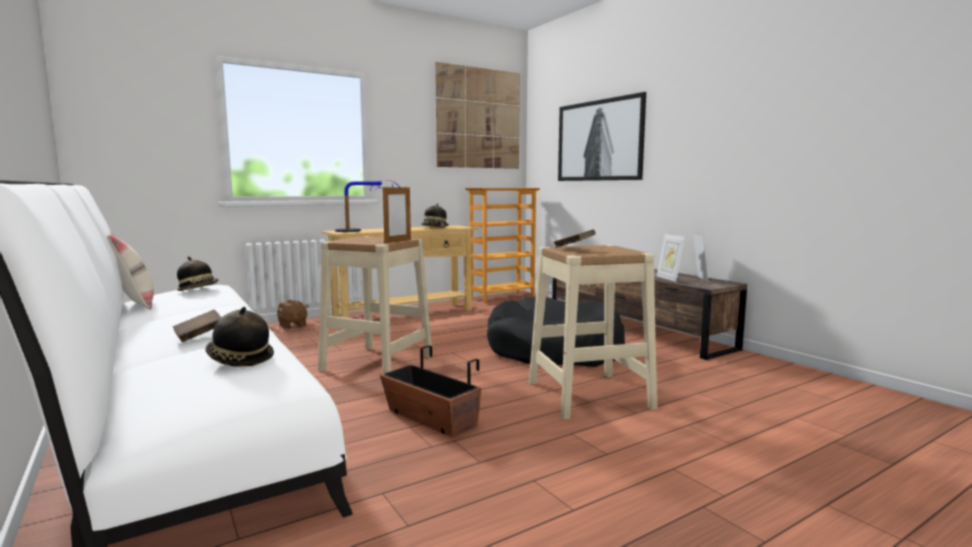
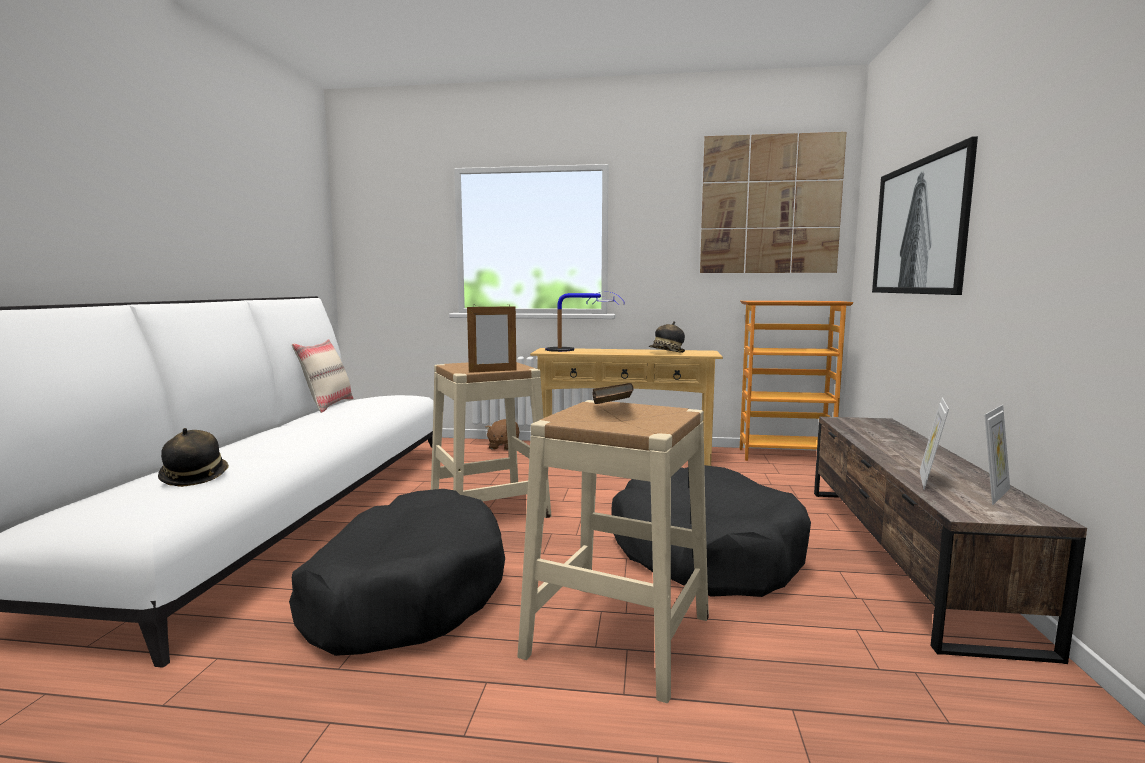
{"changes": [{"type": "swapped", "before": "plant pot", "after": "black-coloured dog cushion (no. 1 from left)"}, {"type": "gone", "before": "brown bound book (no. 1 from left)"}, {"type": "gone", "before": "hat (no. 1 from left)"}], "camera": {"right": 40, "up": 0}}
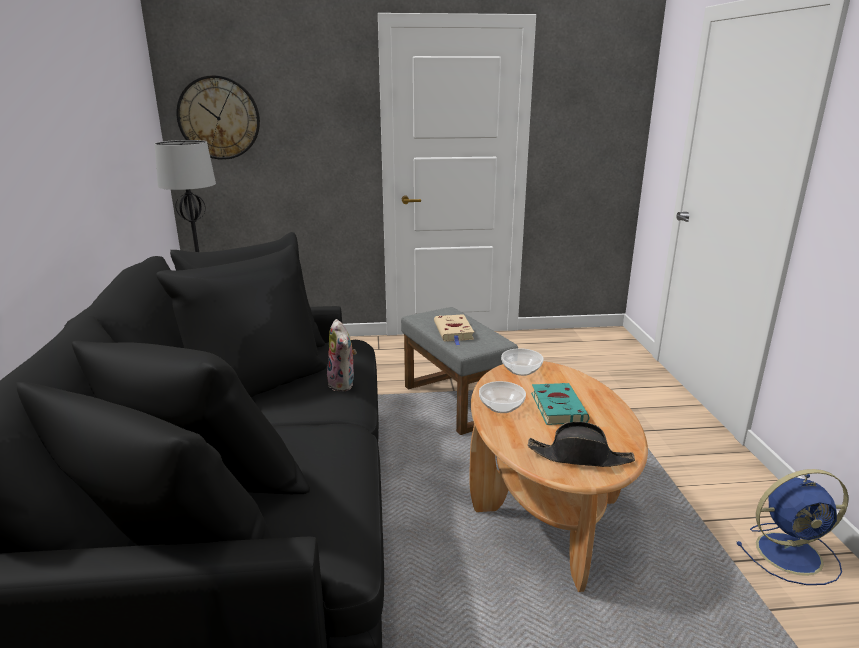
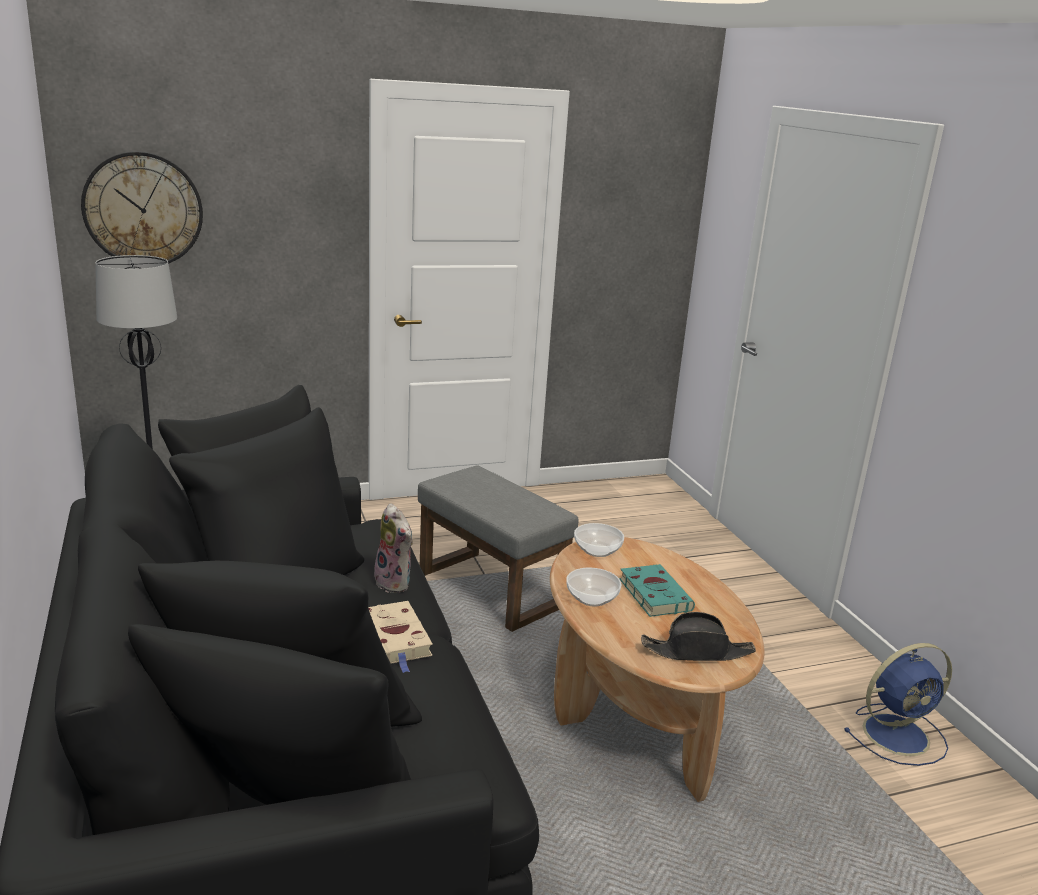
{"changes": [{"type": "shifted", "before": "beige-coloured bound book"}], "camera": {"right": -15, "up": 0}}
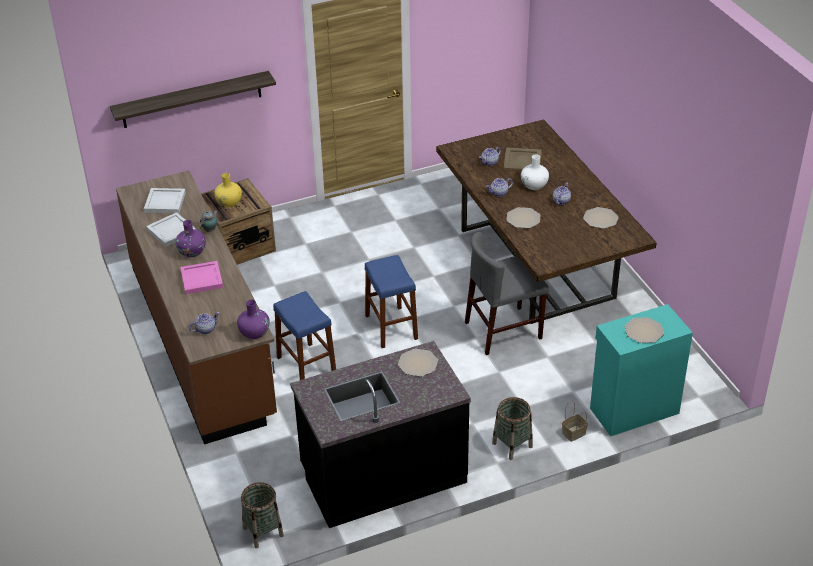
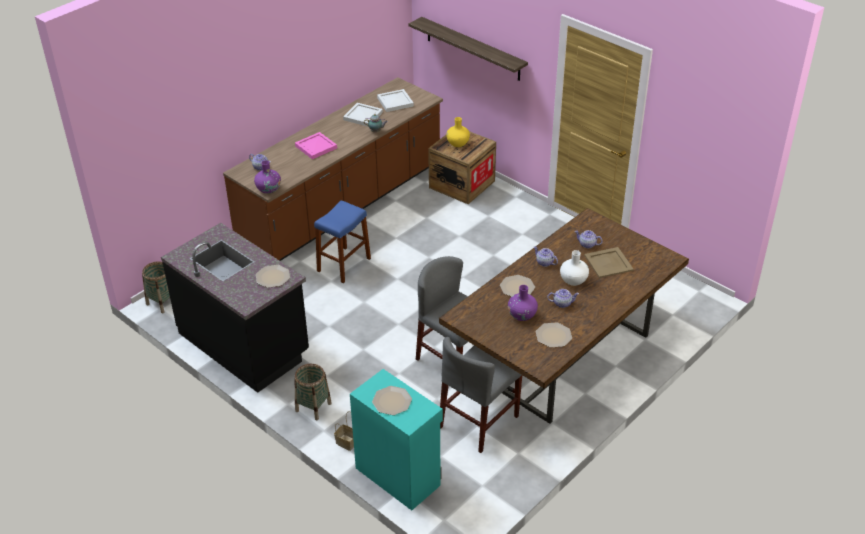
{"changes": [{"type": "new", "after": "greyish upright chair (no. 2 from left)"}, {"type": "shifted", "before": "purple vase (no. 1 from left in the first image)", "after": "purple vase (no. 2 from left)"}, {"type": "gone", "before": "bluish stool seat (no. 2 from left)"}], "camera": {"right": 65, "up": 0}}
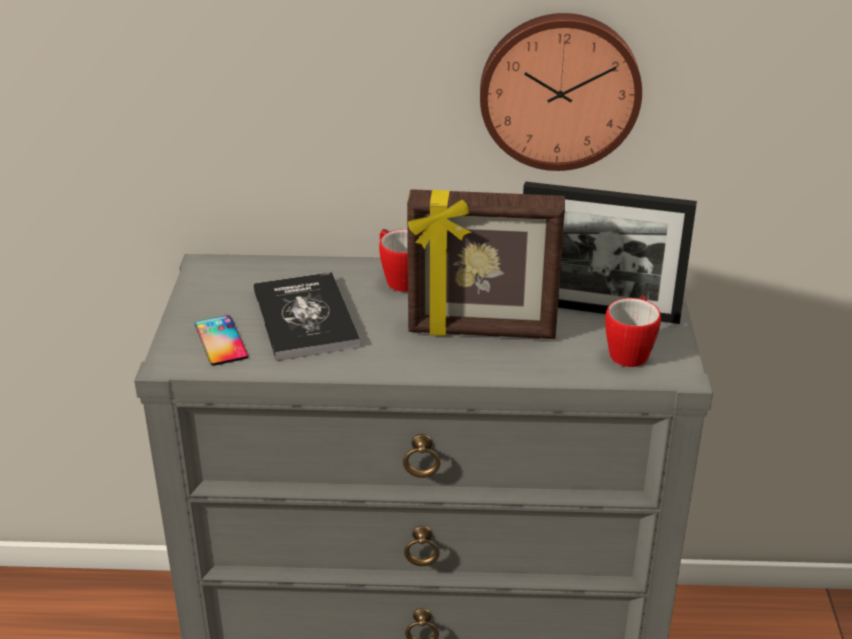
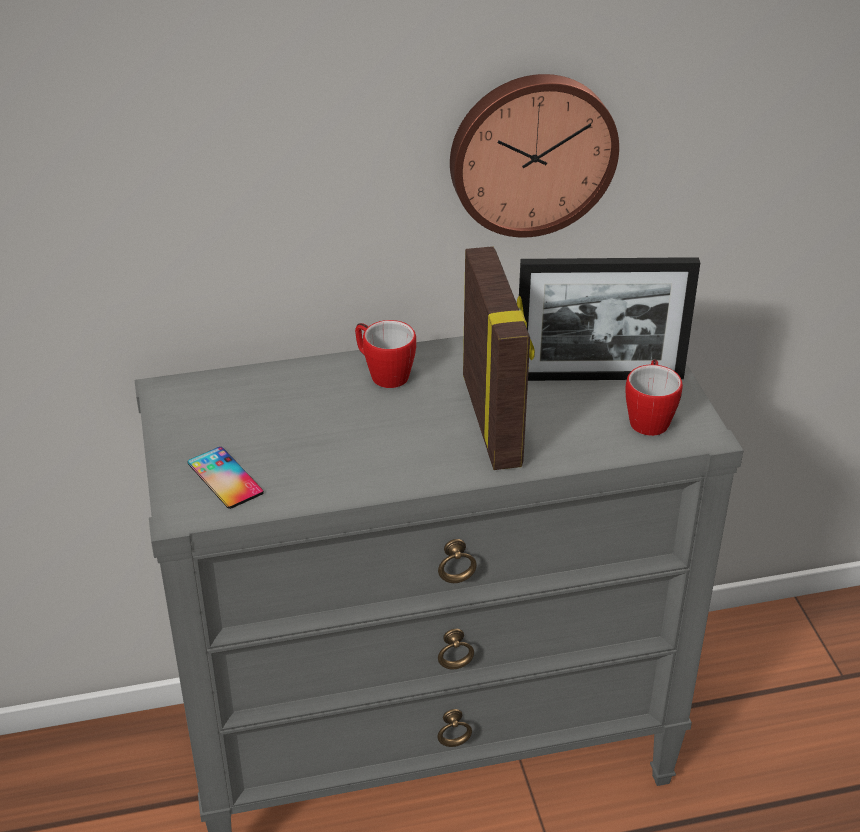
{"changes": [{"type": "rotated", "before": "picture frame (no. 1 from left)", "turn": -90}, {"type": "gone", "before": "bound book"}], "camera": {"right": -15, "up": 5}}
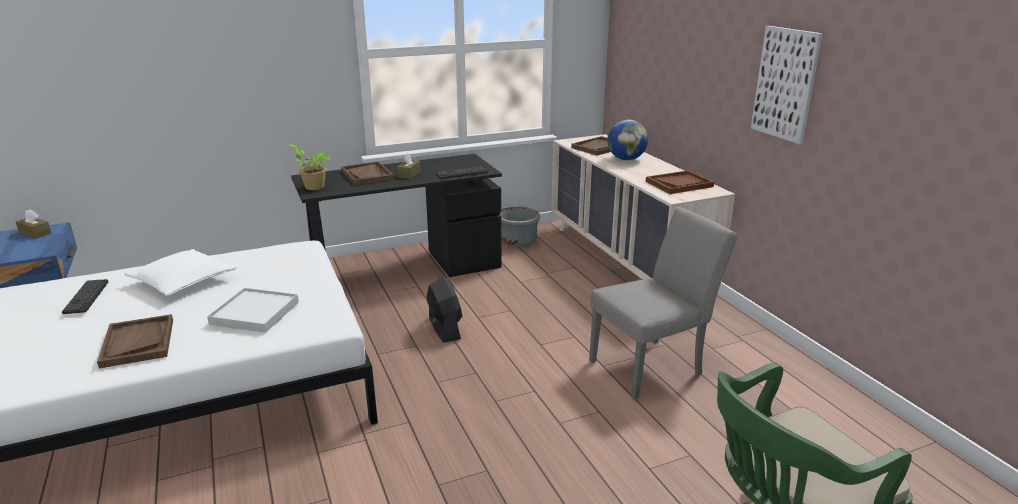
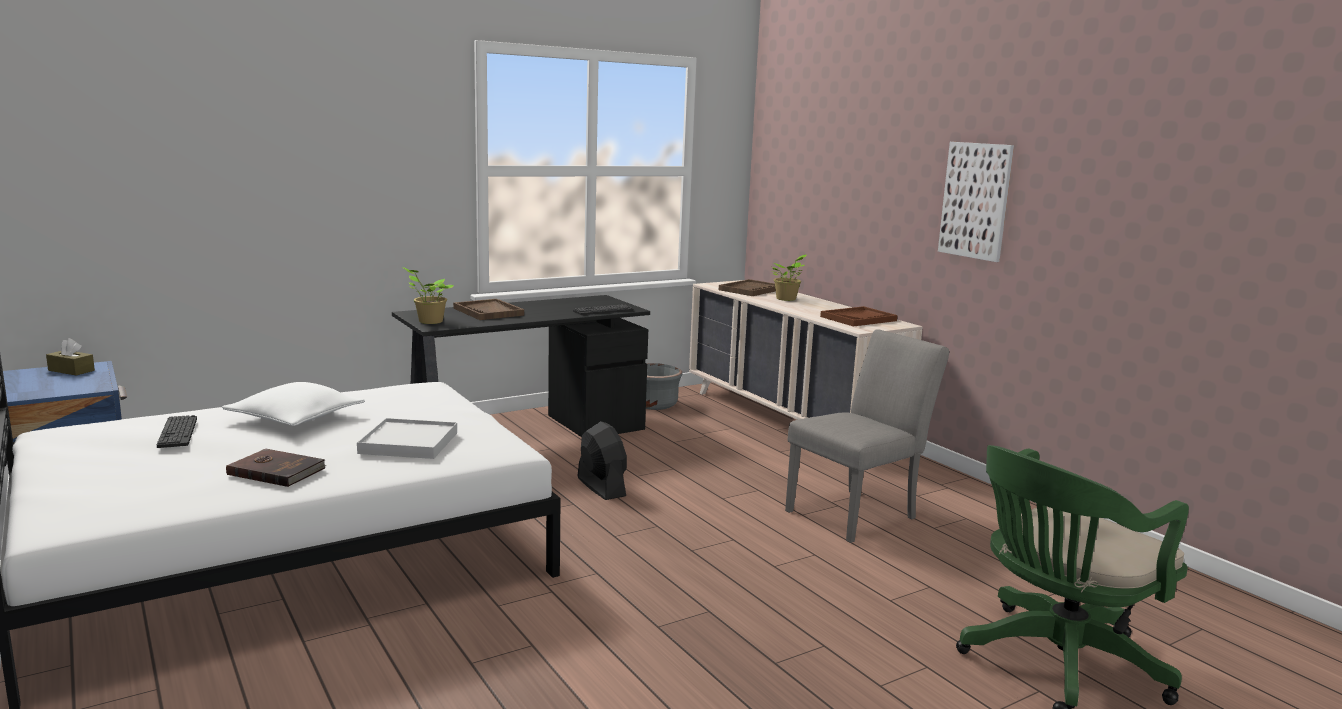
{"changes": [{"type": "swapped", "before": "brown serving tray (no. 1 from left)", "after": "brown bound book"}, {"type": "swapped", "before": "globe", "after": "potted plant (no. 2 from left)"}, {"type": "gone", "before": "brown tissue holder (no. 2 from left)"}], "camera": {"right": -10, "up": -10}}
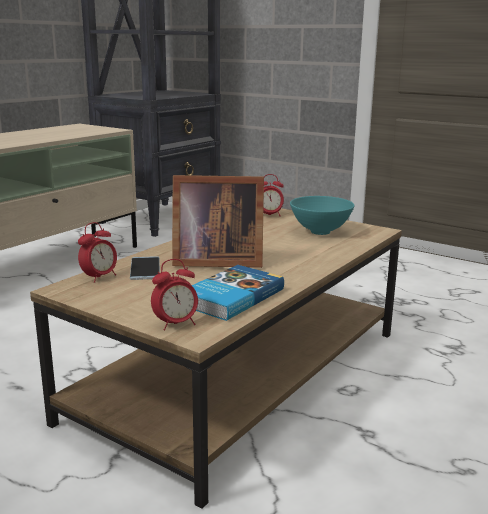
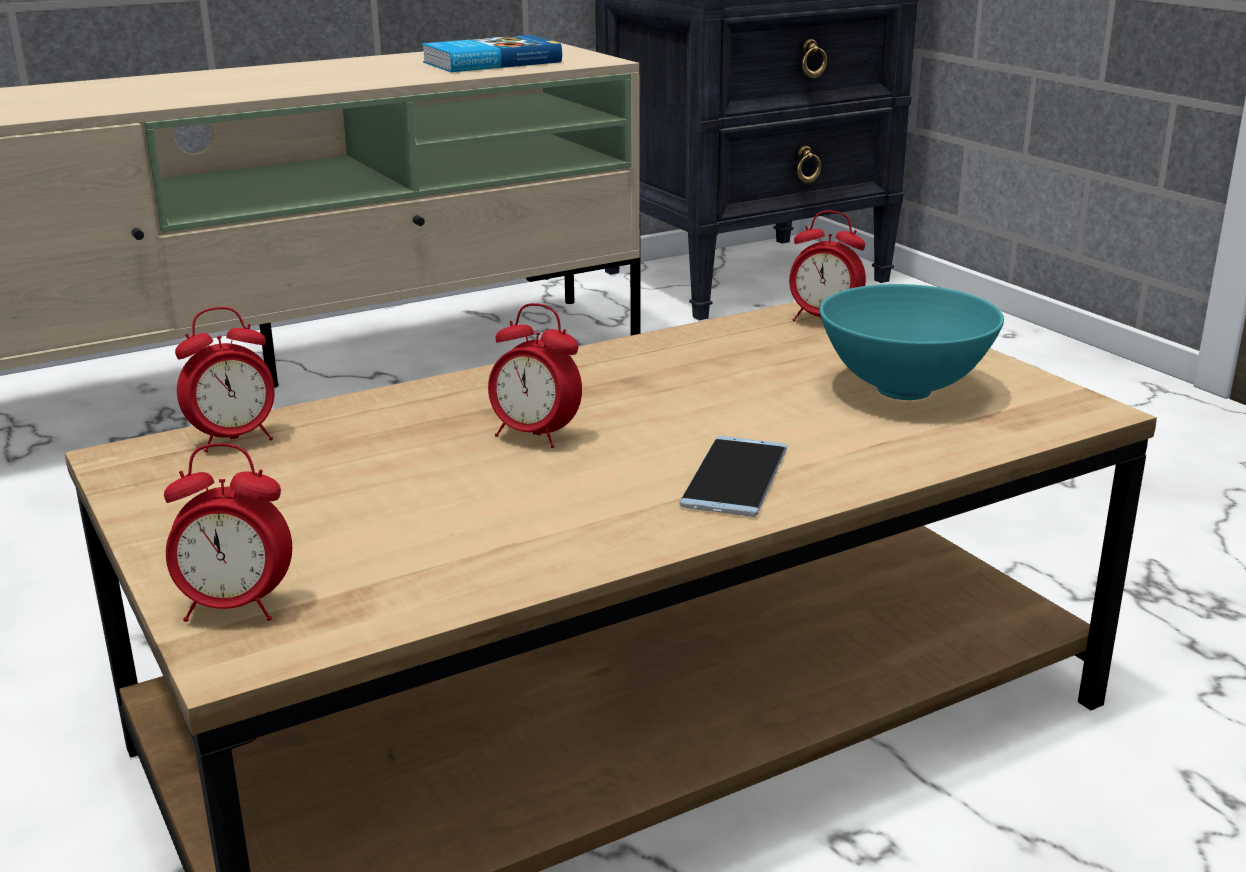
{"changes": [{"type": "shifted", "before": "bound book"}, {"type": "swapped", "before": "picture frame", "after": "bedside clock (no. 3 from left)"}, {"type": "shifted", "before": "phone"}], "camera": {"right": 25, "up": 5}}
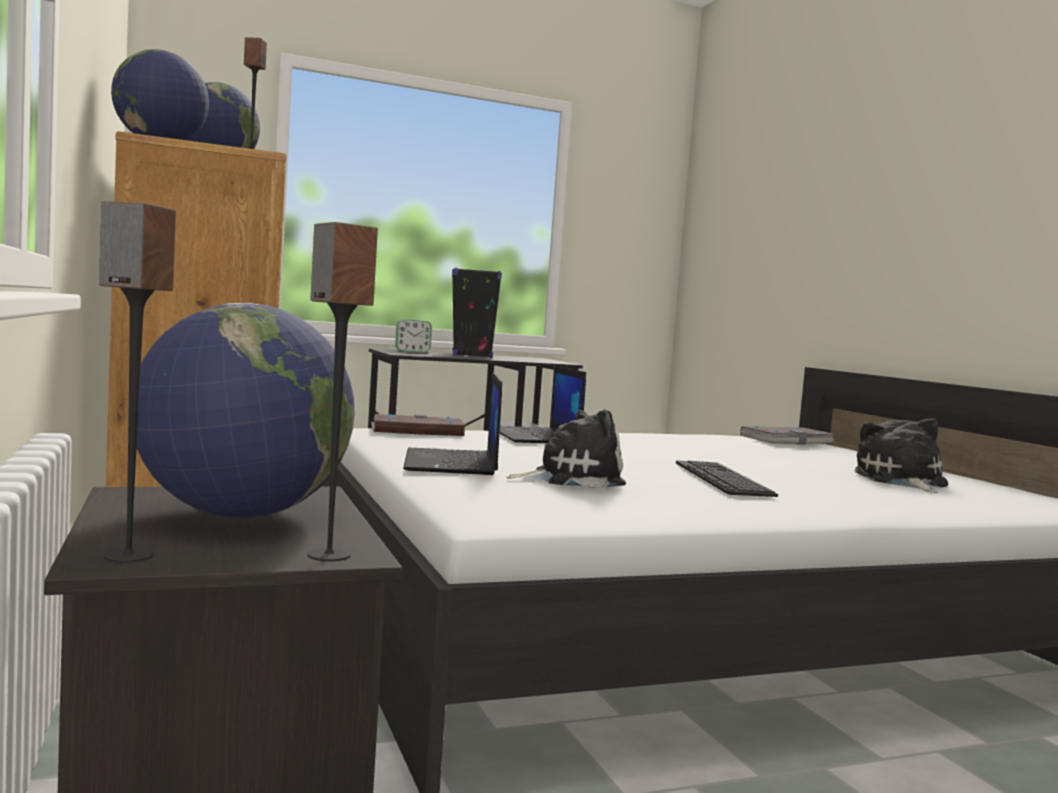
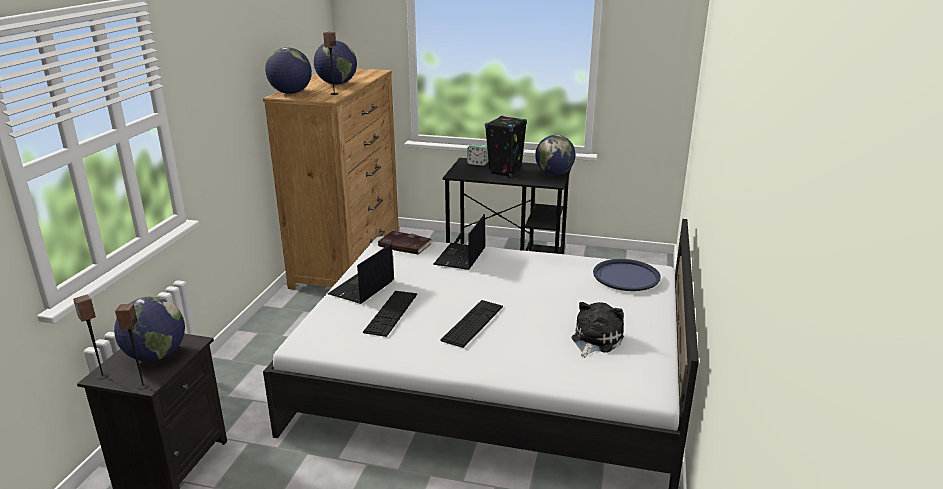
{"changes": [{"type": "swapped", "before": "cuddly toy (no. 1 from left)", "after": "PC keyboard (no. 1 from left)"}, {"type": "new", "after": "globe (no. 4 from left)"}, {"type": "swapped", "before": "bound book (no. 2 from left)", "after": "bluish serving tray"}], "camera": {"right": 35, "up": 20}}
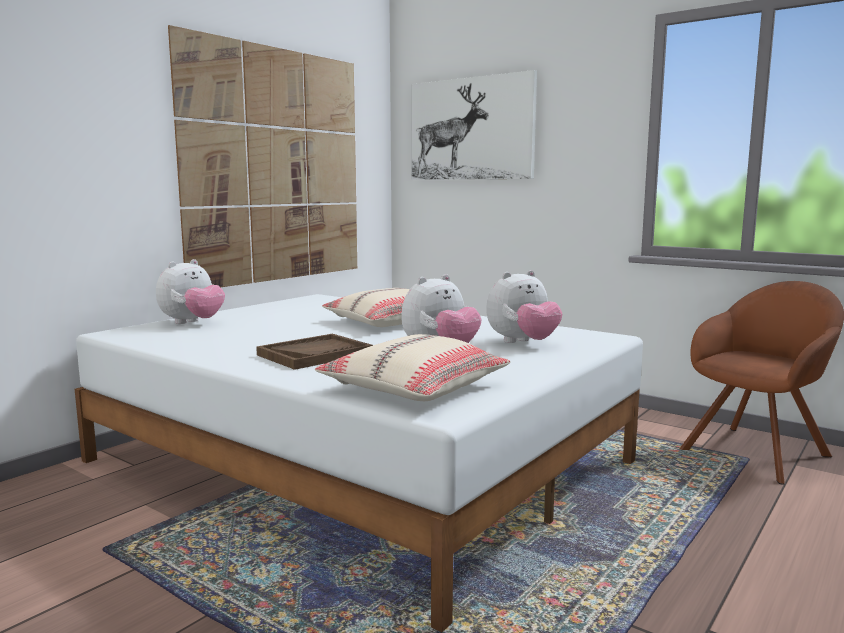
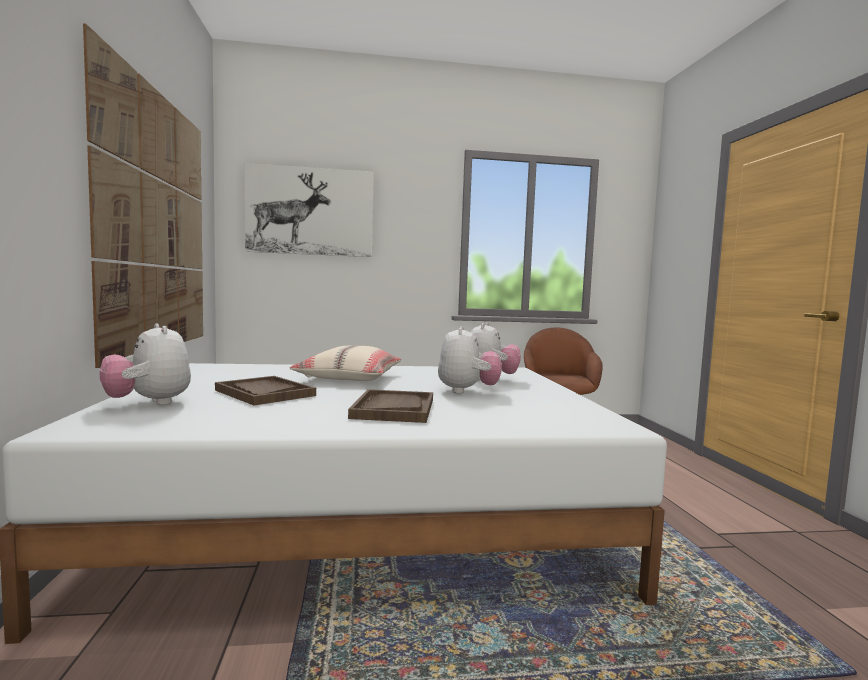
{"changes": [{"type": "rotated", "before": "cuddly toy (no. 1 from left)", "turn": 150}, {"type": "new", "after": "brown serving tray (no. 1 from left)"}, {"type": "gone", "before": "beige-coloured cushion (no. 2 from left)"}], "camera": {"right": -45, "up": -5}}
